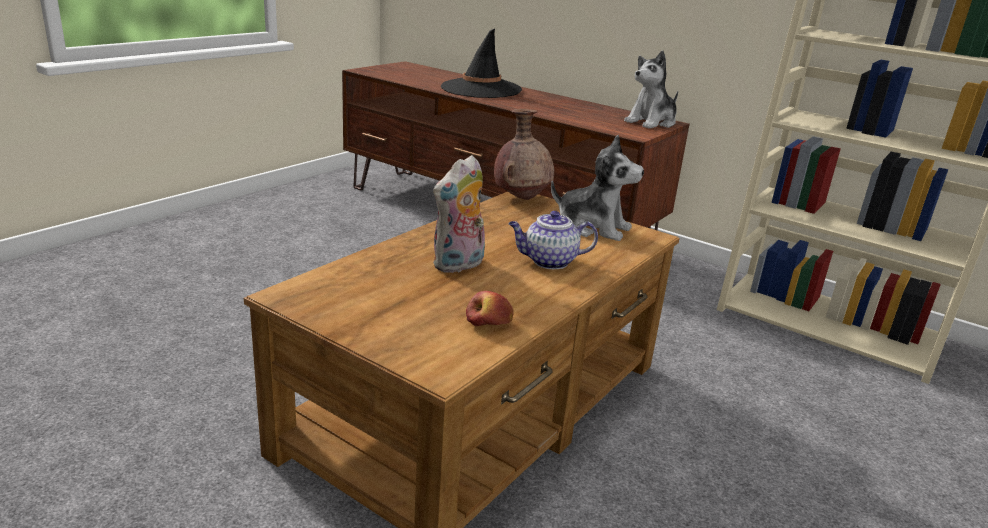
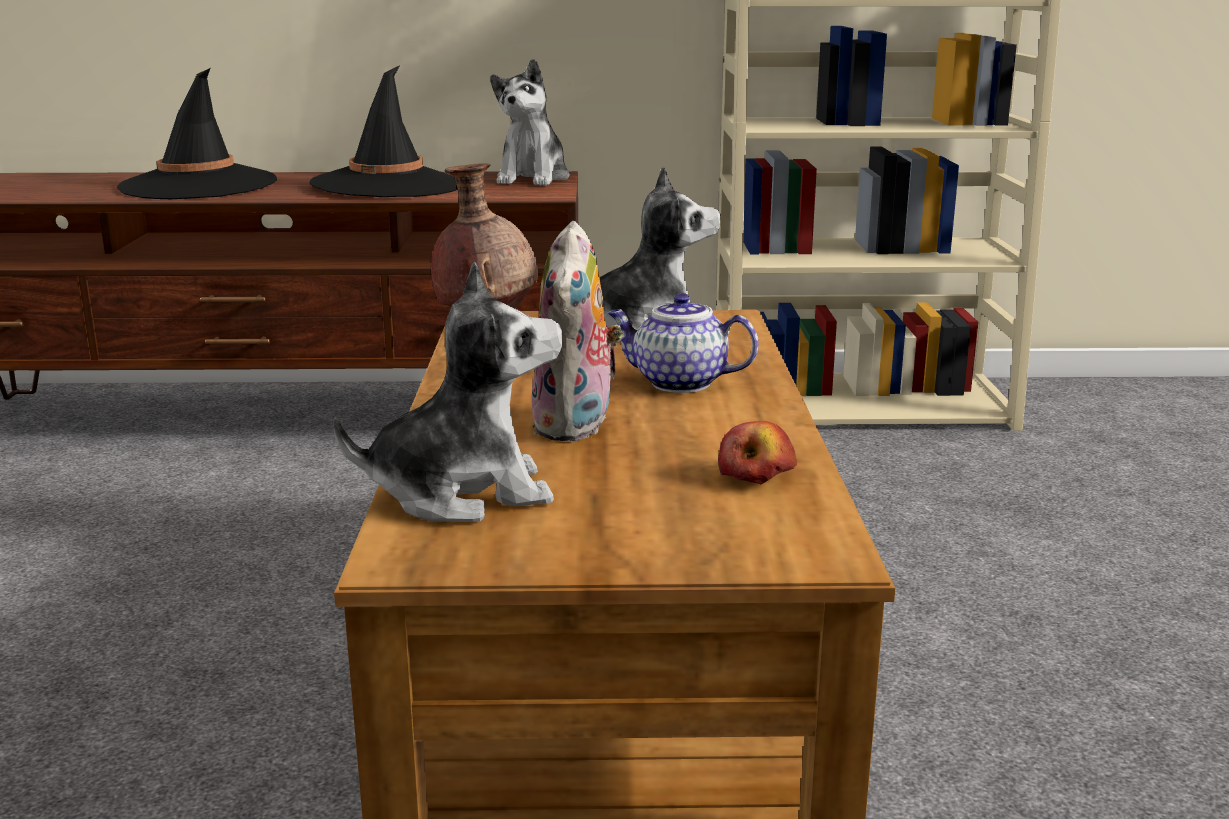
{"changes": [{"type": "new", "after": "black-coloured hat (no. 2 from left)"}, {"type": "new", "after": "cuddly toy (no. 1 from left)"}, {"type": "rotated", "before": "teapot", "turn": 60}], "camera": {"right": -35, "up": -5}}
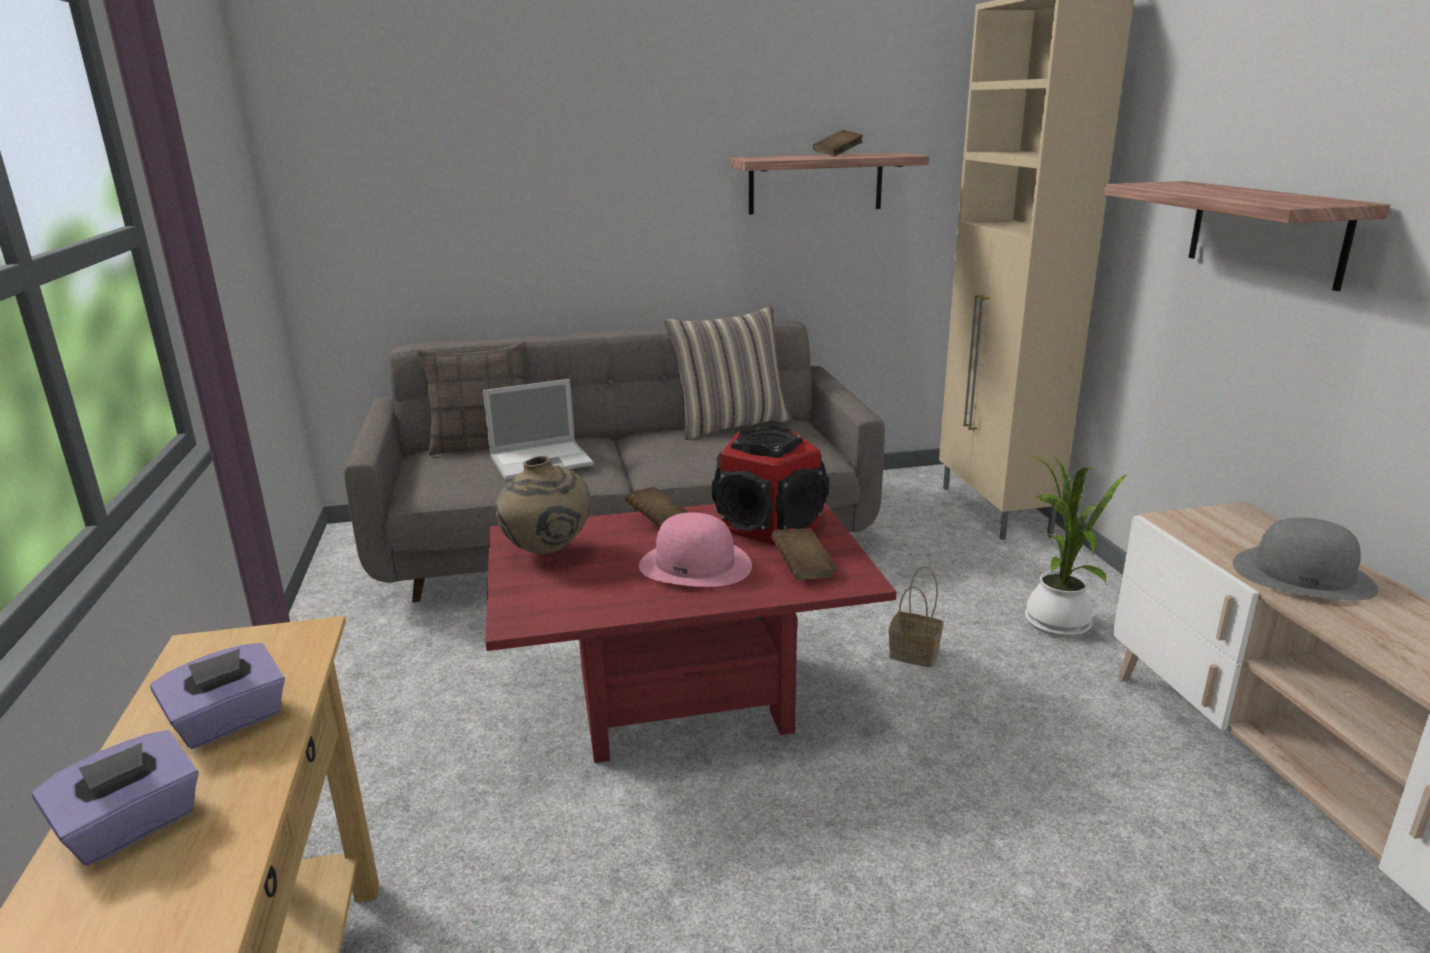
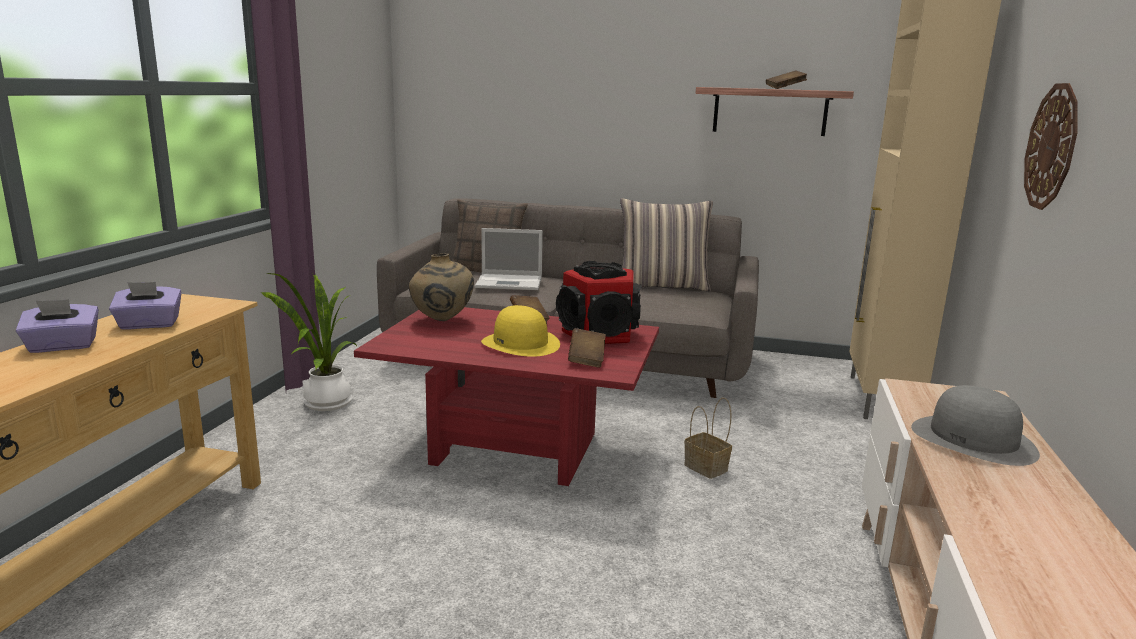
{"changes": [{"type": "shifted", "before": "potted plant"}, {"type": "repainted", "before": "pink hat", "after": "yellow-coloured hat"}, {"type": "swapped", "before": "bracket shelf (no. 2 from left)", "after": "wall clock"}], "camera": {"right": 25, "up": -5}}
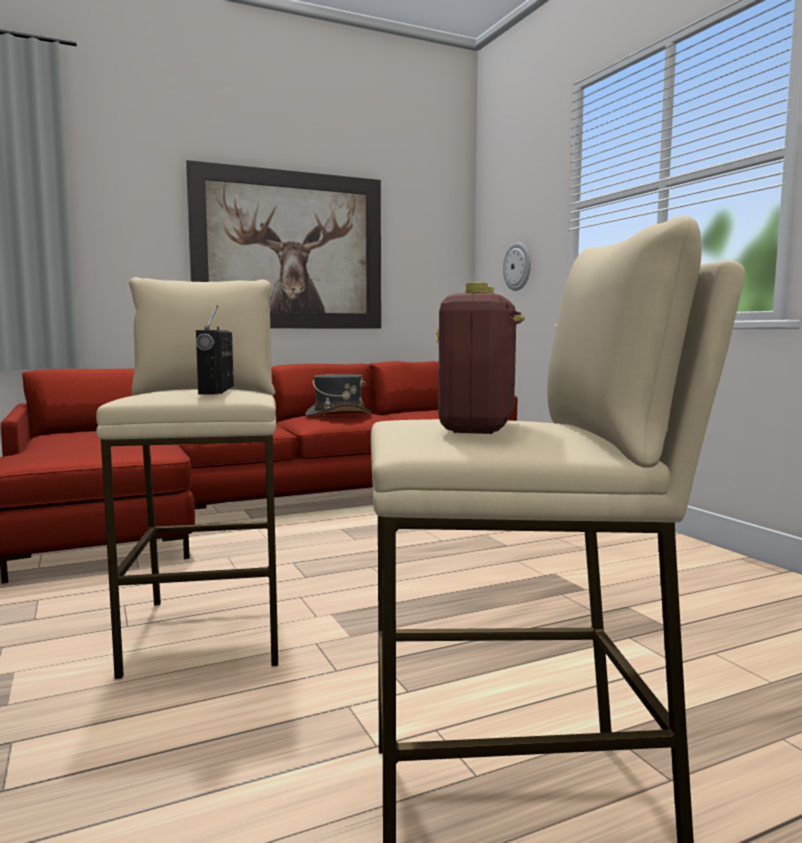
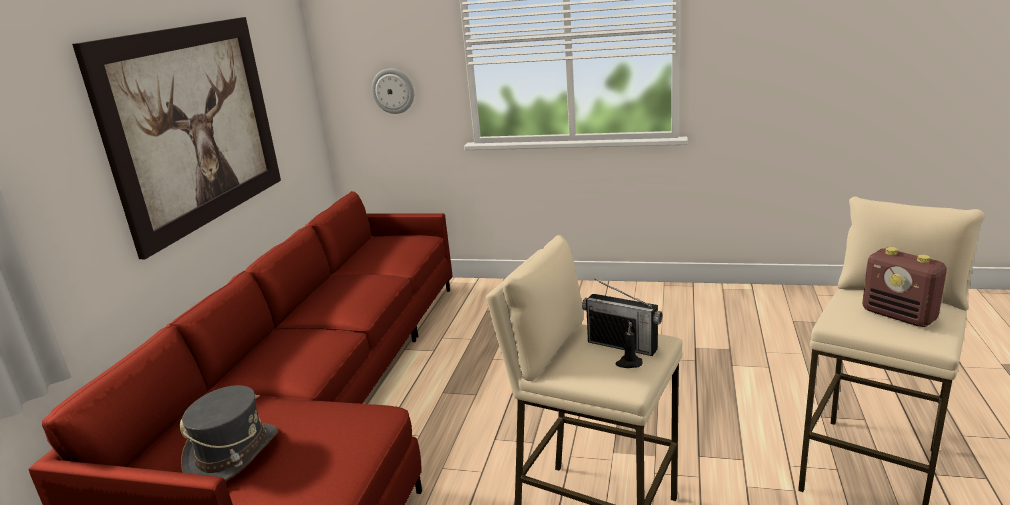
{"changes": [{"type": "shifted", "before": "greyish hat"}, {"type": "new", "after": "black-coloured wax candle"}], "camera": {"right": -50, "up": 15}}
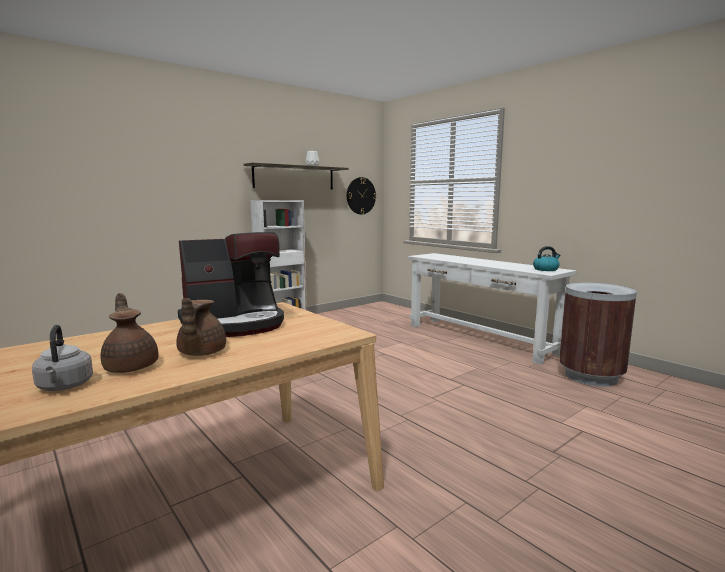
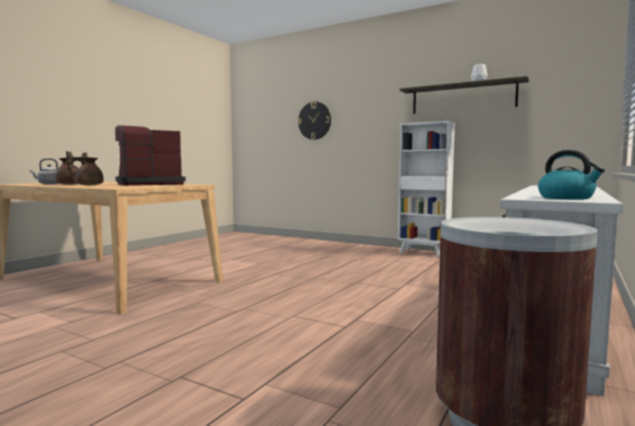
{"changes": [{"type": "rotated", "before": "coffee brewer", "turn": 105}, {"type": "shifted", "before": "wall clock"}], "camera": {"right": 70, "up": -5}}
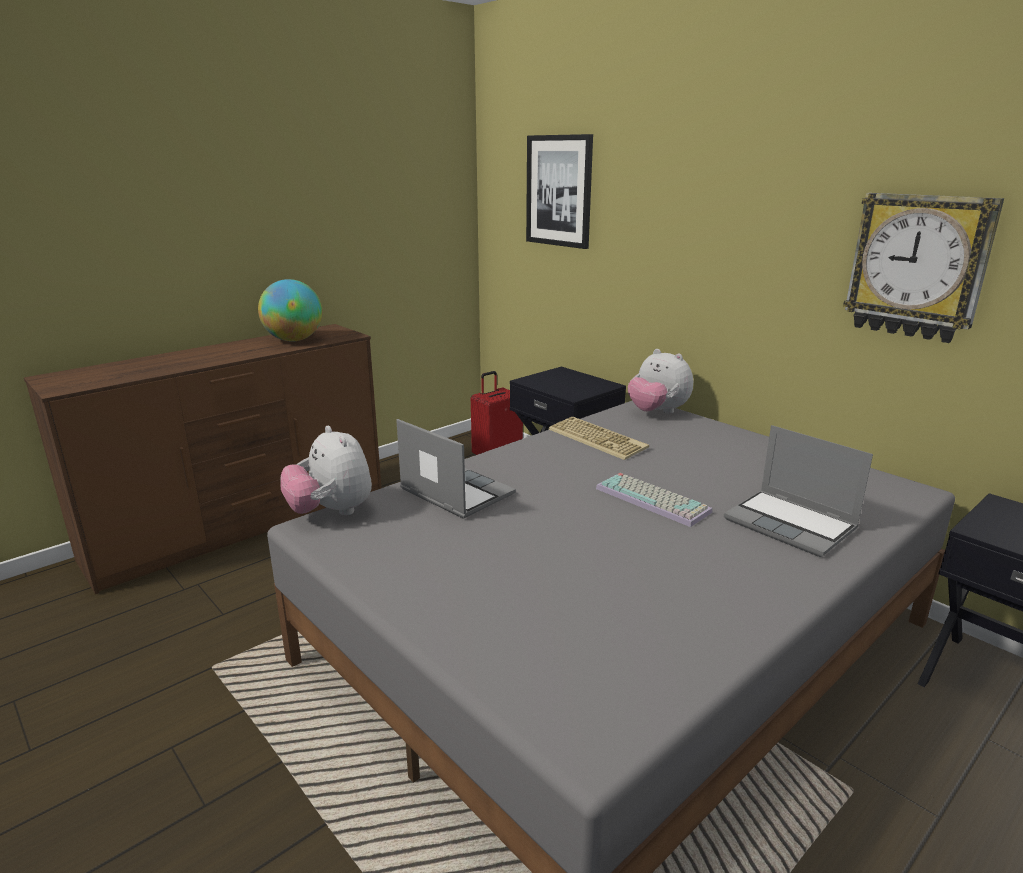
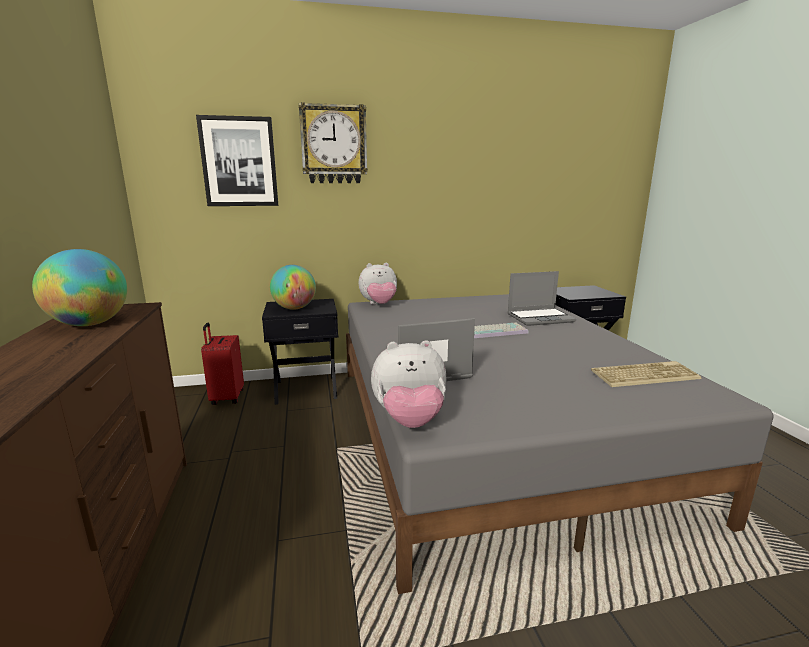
{"changes": [{"type": "new", "after": "globe (no. 2 from left)"}, {"type": "shifted", "before": "wall clock"}, {"type": "shifted", "before": "PC keyboard (no. 1 from left in the first image)", "after": "PC keyboard (no. 2 from left)"}], "camera": {"right": -60, "up": -5}}
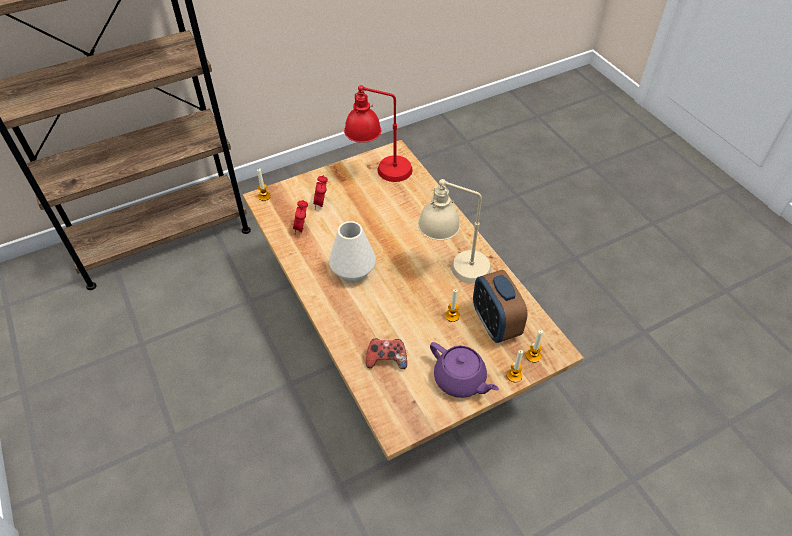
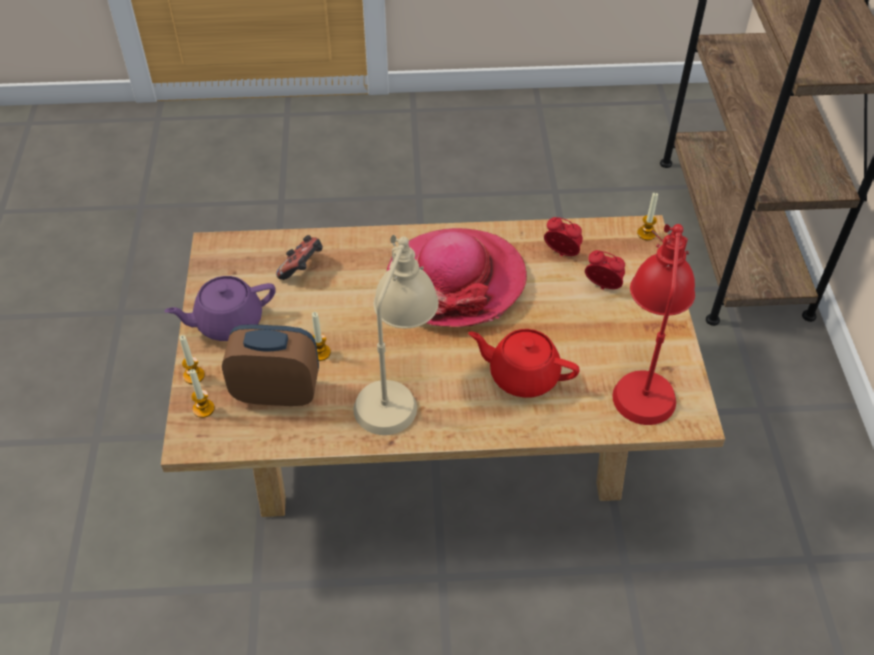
{"changes": [{"type": "swapped", "before": "whitish vase", "after": "hat"}, {"type": "new", "after": "red teapot"}], "camera": {"right": 115, "up": 0}}
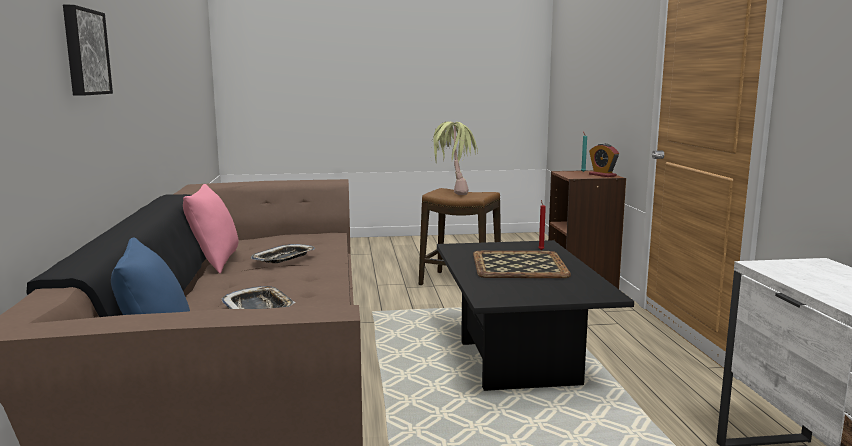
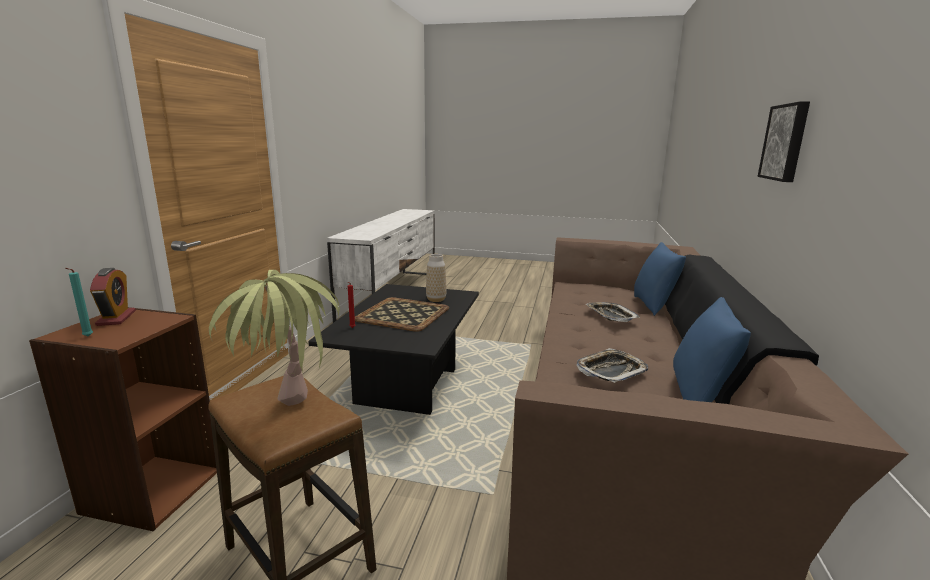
{"changes": [{"type": "new", "after": "vase"}, {"type": "repainted", "before": "pink cushion", "after": "bluish cushion (no. 2 from left)"}], "camera": {"right": -160, "up": 5}}
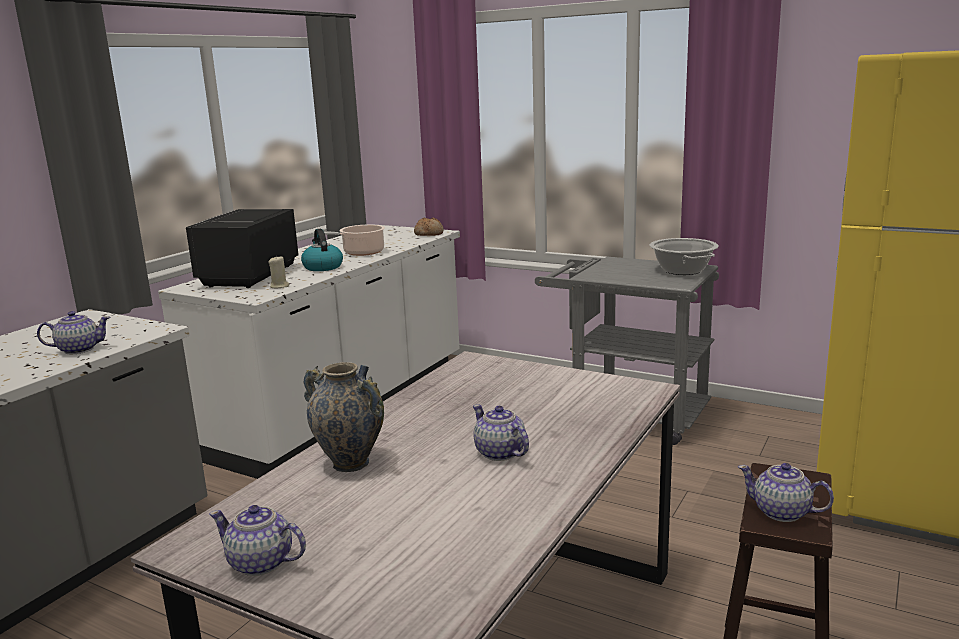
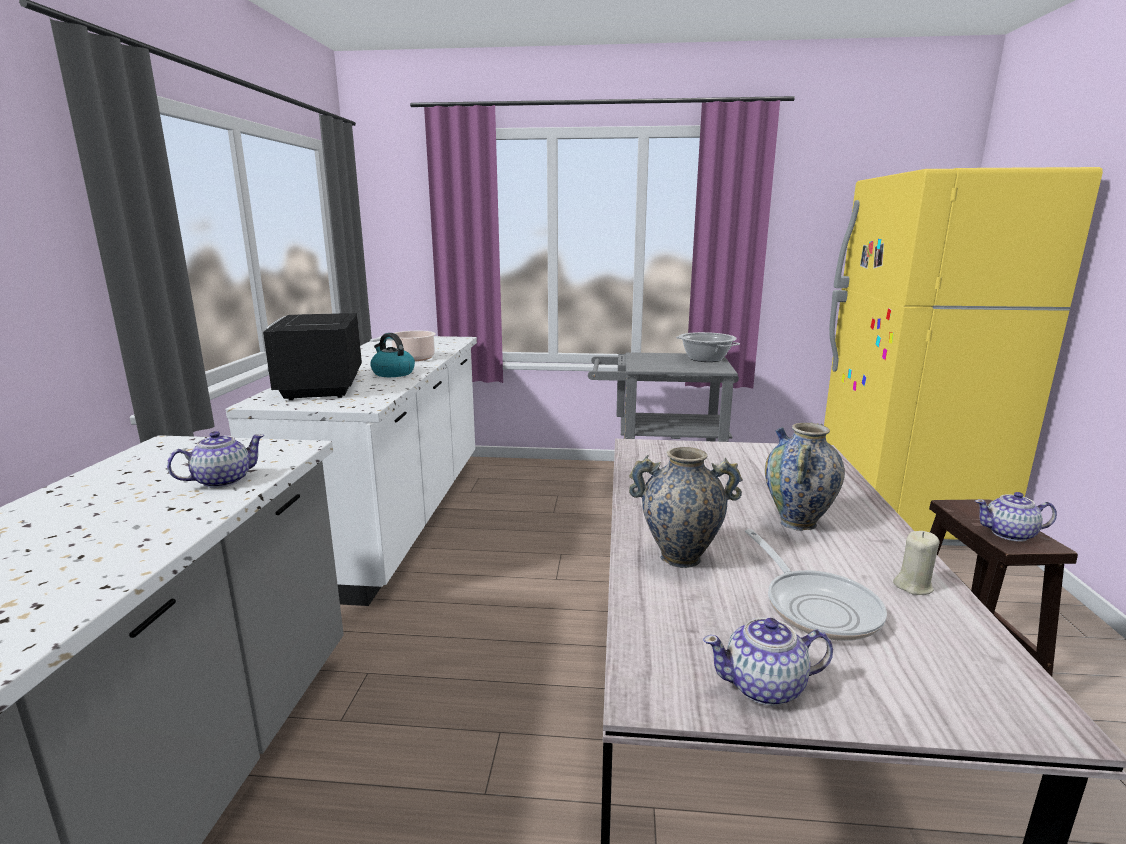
{"changes": [{"type": "new", "after": "pan"}, {"type": "swapped", "before": "teapot (no. 3 from left)", "after": "vase (no. 2 from left)"}, {"type": "shifted", "before": "beige-coloured wax candle"}, {"type": "gone", "before": "bread"}], "camera": {"right": -25, "up": 0}}
